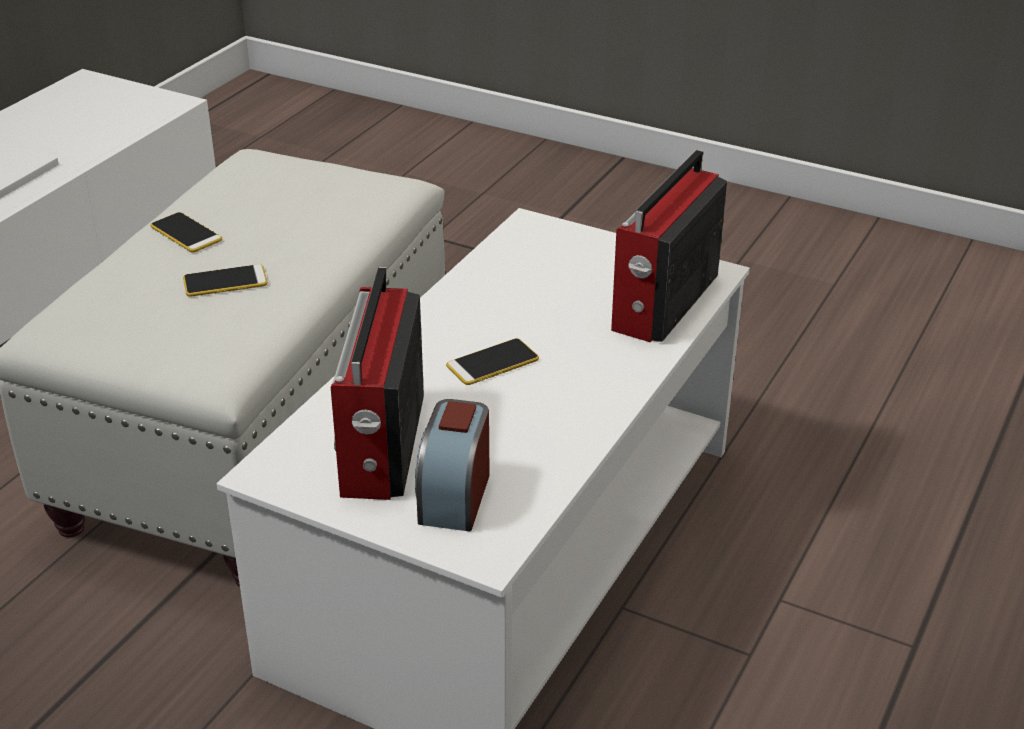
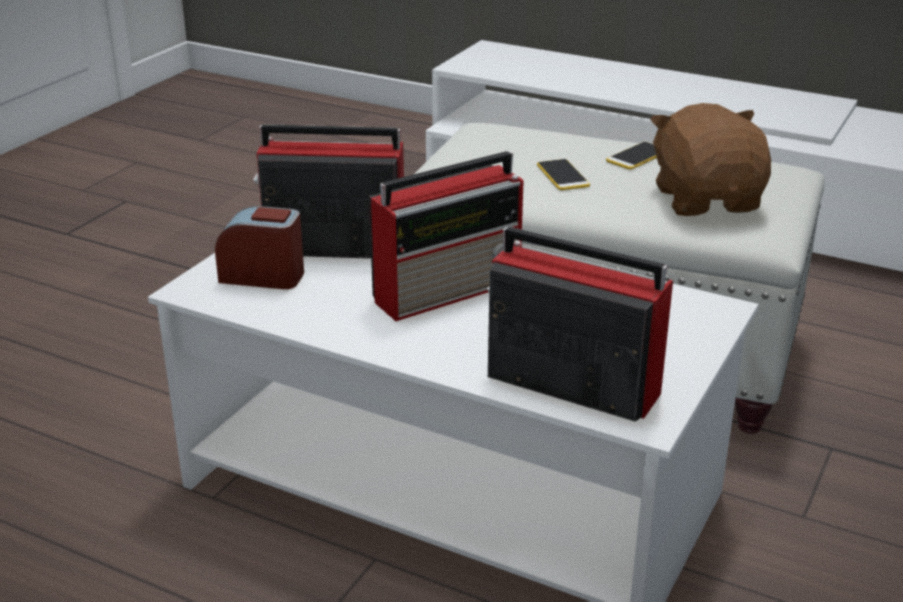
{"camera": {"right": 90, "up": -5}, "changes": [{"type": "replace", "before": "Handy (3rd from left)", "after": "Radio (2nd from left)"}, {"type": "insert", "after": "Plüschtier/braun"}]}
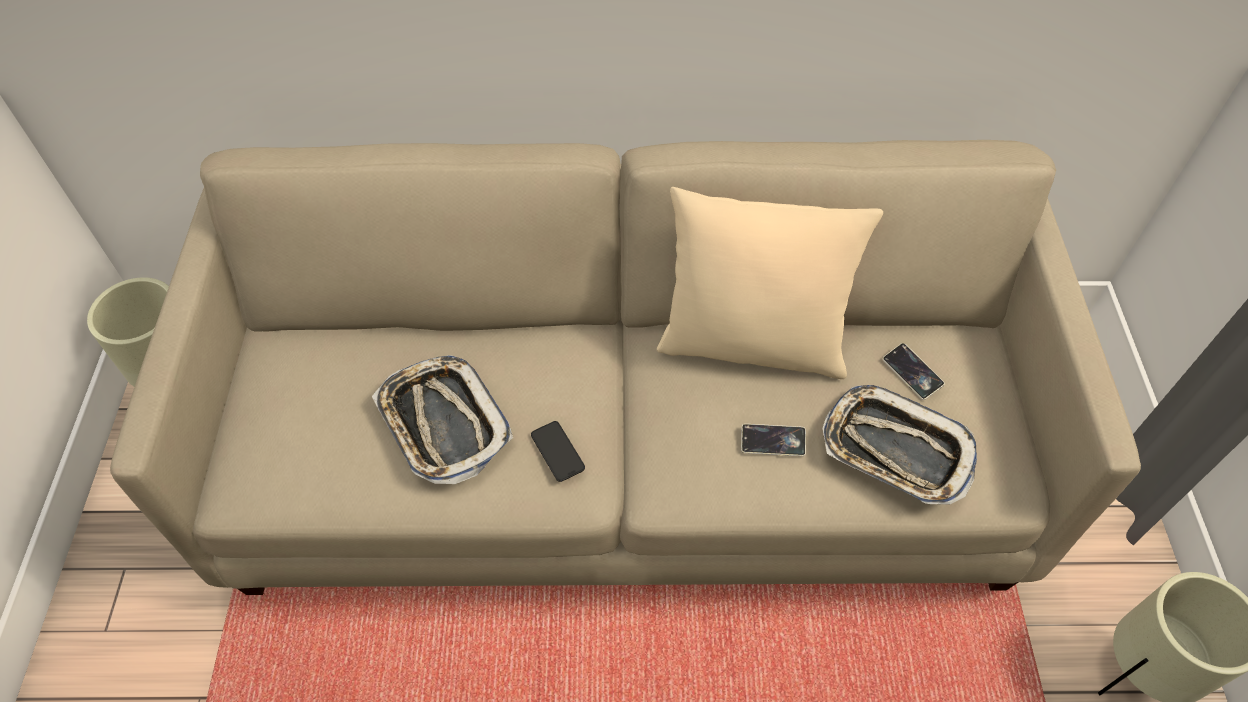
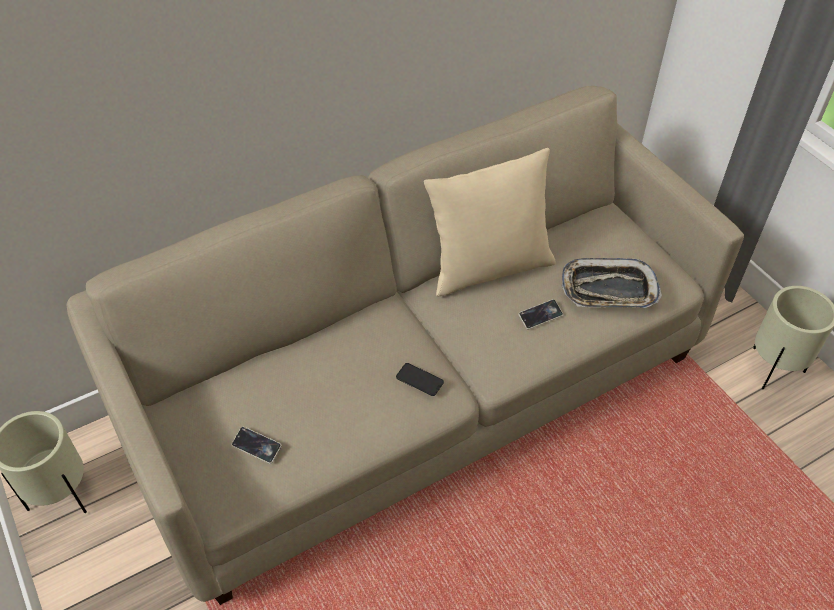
{"camera": {"right": -30, "up": -5}, "changes": [{"type": "move", "before": "Handy (3rd from left in the first image)", "after": "Handy (1st from left)"}, {"type": "delete", "before": "Tablett (1st from left)"}]}
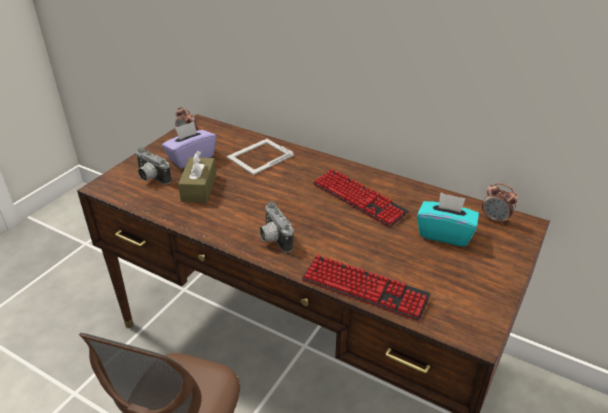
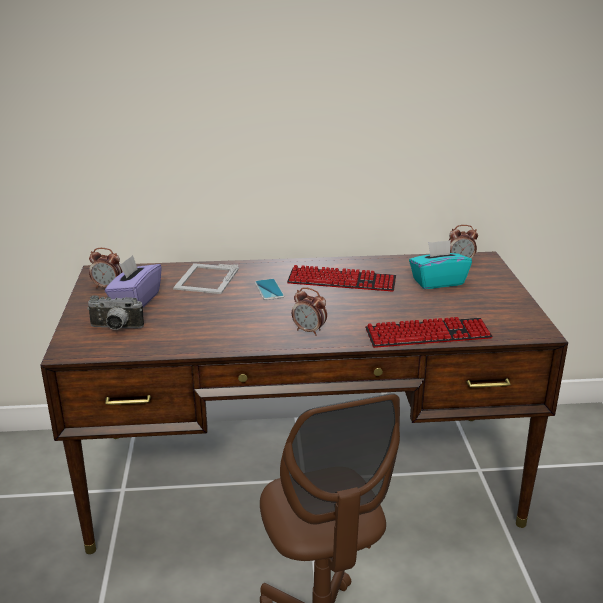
{"camera": {"right": -35, "up": -10}, "changes": [{"type": "delete", "before": "Taschentuchbox/braun"}, {"type": "replace", "before": "Kamera (2nd from left)", "after": "Wecker (2nd from left)"}, {"type": "insert", "after": "Handy"}]}
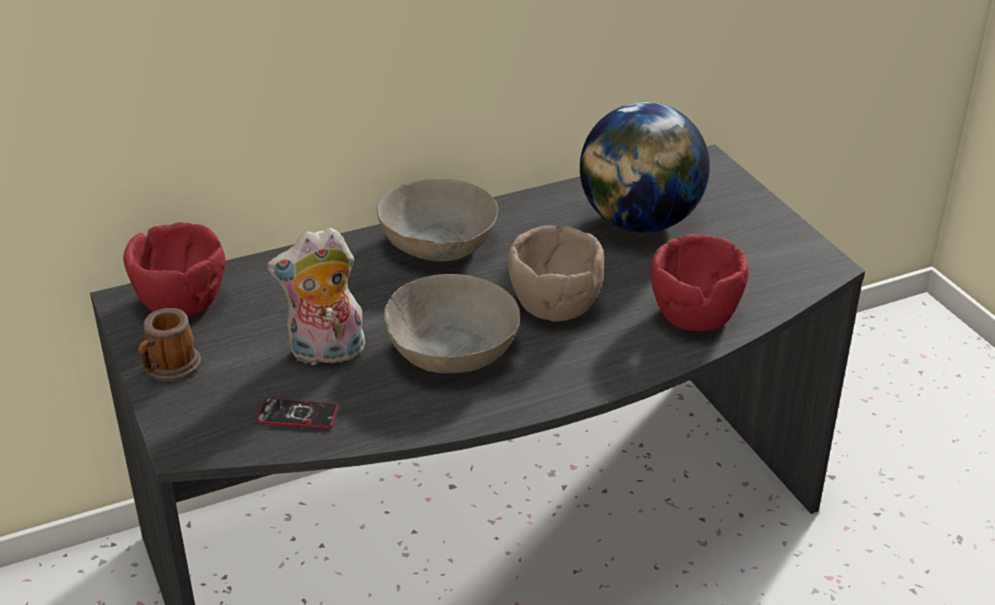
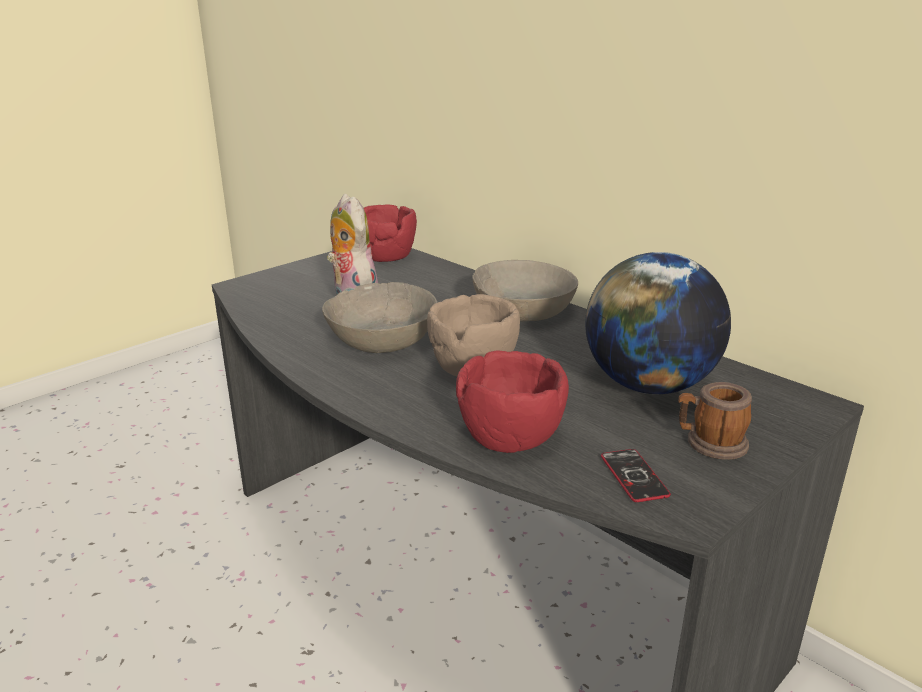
{"camera": {"right": 70, "up": -10}, "changes": [{"type": "move", "before": "Henkelbecher"}, {"type": "move", "before": "Handy"}]}
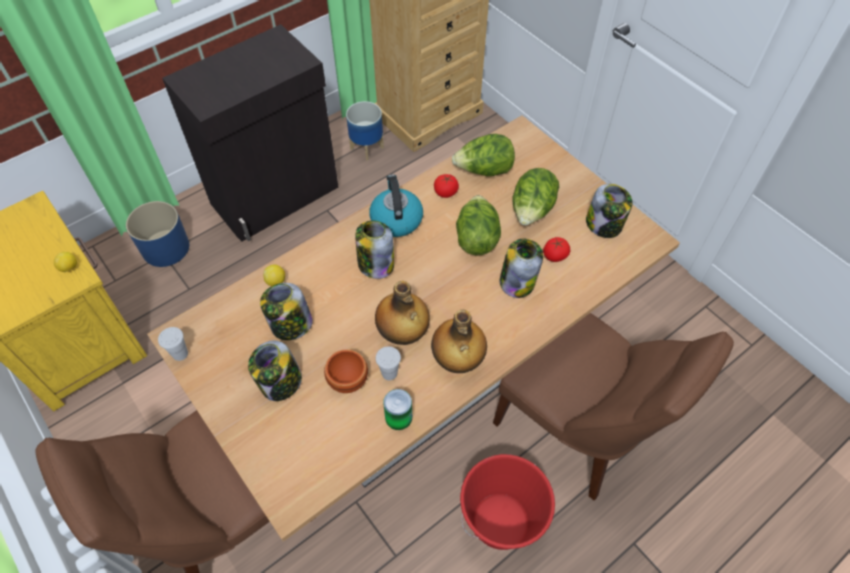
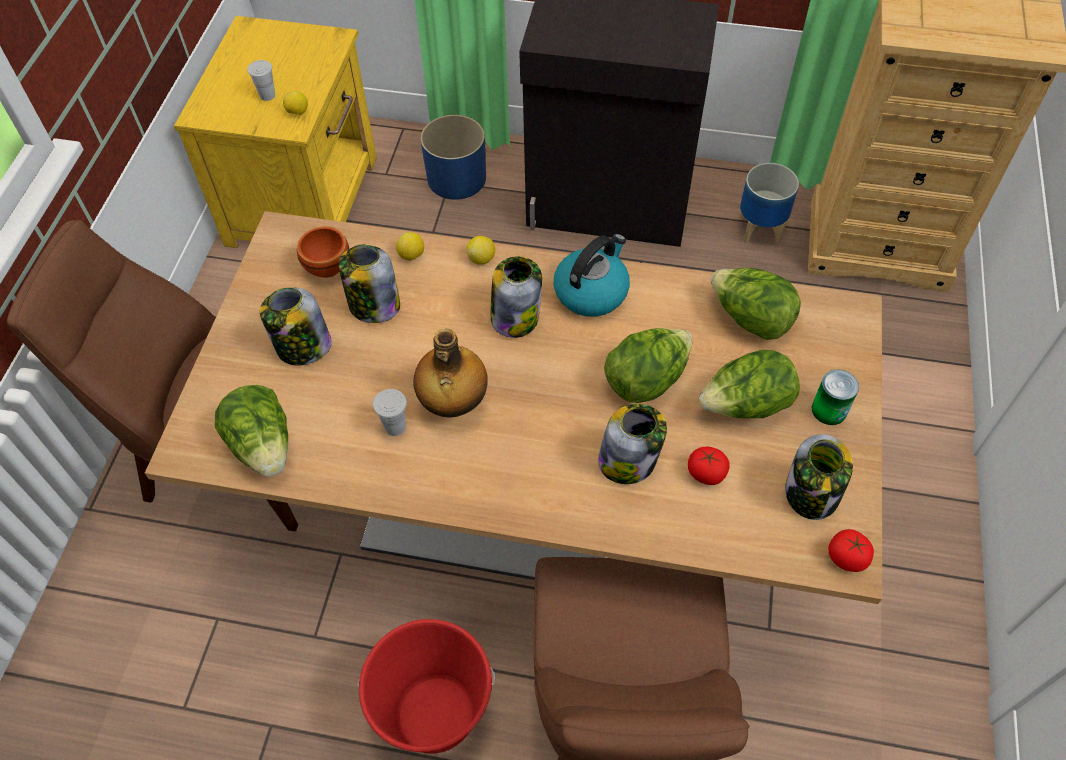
{"camera": {"right": 50, "up": 0}, "changes": [{"type": "move", "before": "Tomate (1st from left in the first image)", "after": "Tomate (2nd from left)"}, {"type": "delete", "before": "Flasche (2nd from left)"}, {"type": "move", "before": "Tasse/weiß (1st from left)"}, {"type": "move", "before": "Schüssel/braun"}, {"type": "move", "before": "Dose"}, {"type": "insert", "after": "Zitrone (3rd from left)"}, {"type": "insert", "after": "Salatkopf (1st from left)"}]}
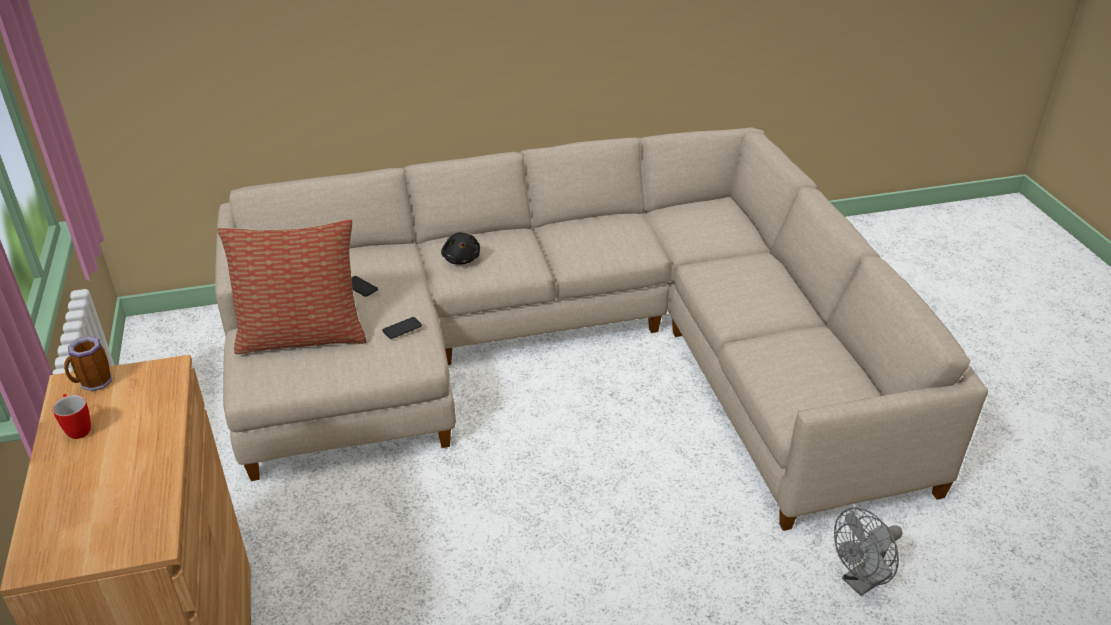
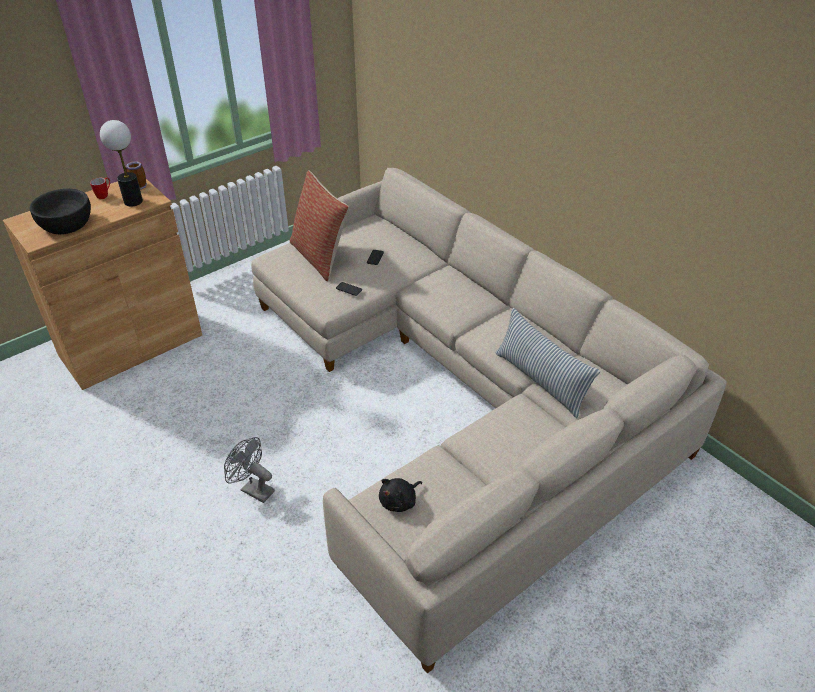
{"camera": {"right": 65, "up": 5}, "changes": [{"type": "move", "before": "Plüschtier/schwarz"}, {"type": "move", "before": "Ventilator/grau"}, {"type": "insert", "after": "Tischlampe"}, {"type": "insert", "after": "Schüssel/schwarz"}, {"type": "insert", "after": "Kissen (2nd from left)"}]}
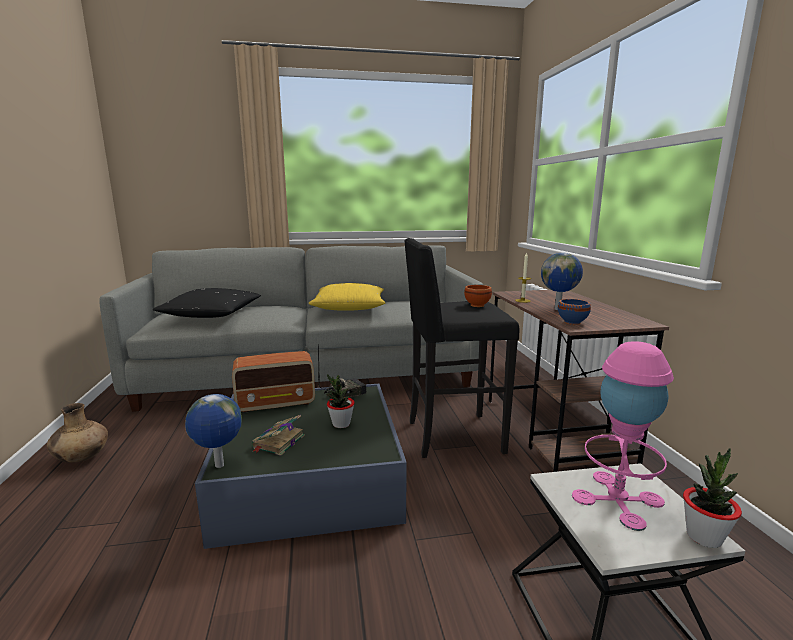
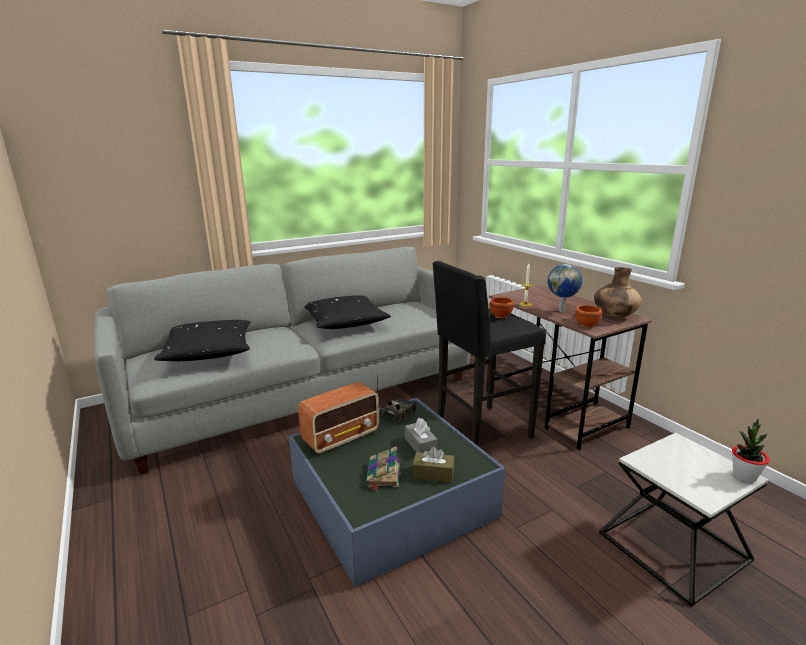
{"camera": {"right": -20, "up": 5}, "changes": [{"type": "recolor", "before": "Kissen/gelb", "after": "Kissen/schwarz (2nd from left)"}, {"type": "recolor", "before": "Schüssel/blau", "after": "Schüssel/braun (2nd from left)"}, {"type": "delete", "before": "Tischlampe/rosa"}, {"type": "replace", "before": "Topfpflanze (1st from left)", "after": "Taschentuchbox/grau"}, {"type": "delete", "before": "Globus (1st from left)"}, {"type": "move", "before": "Vase/braun"}, {"type": "insert", "after": "Taschentuchbox/braun"}]}
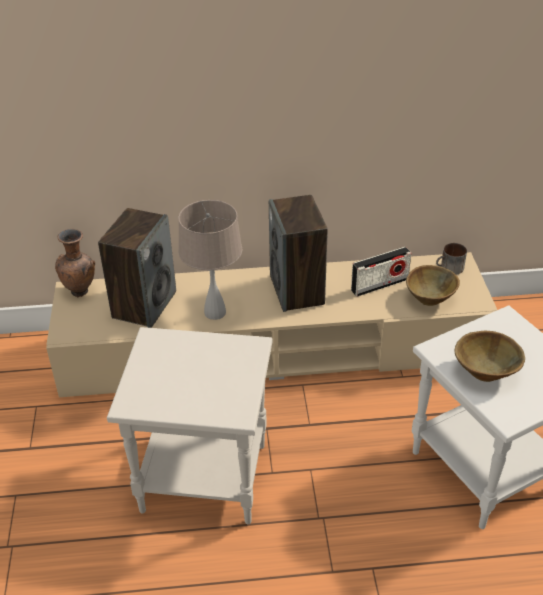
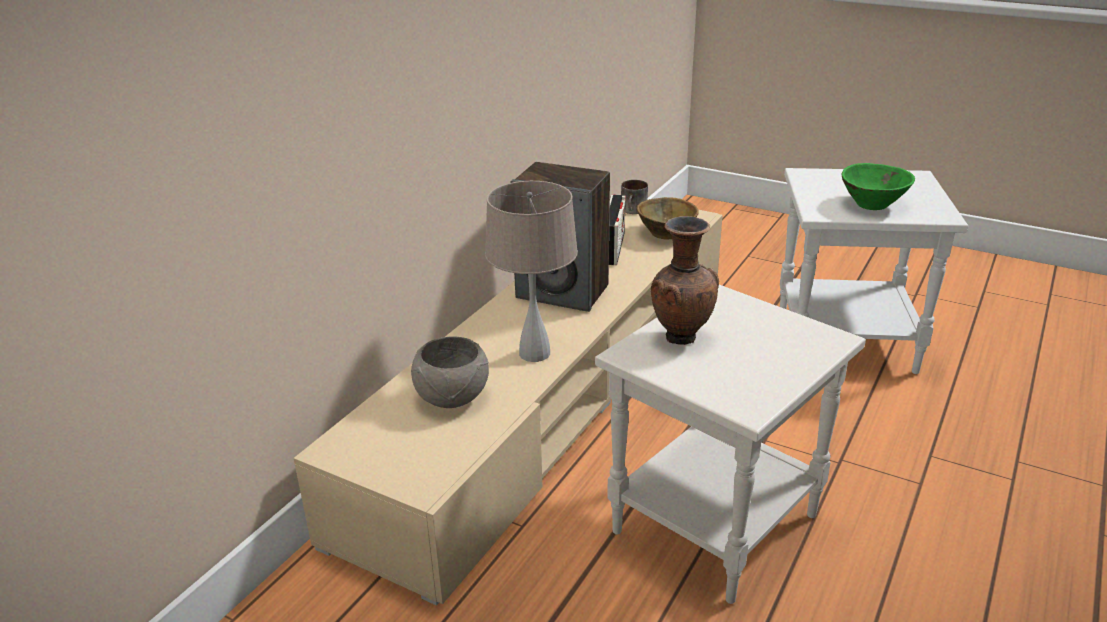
{"camera": {"right": -55, "up": -10}, "changes": [{"type": "replace", "before": "Lautsprecher (1st from left)", "after": "Schüssel/grau"}, {"type": "move", "before": "Vase/braun"}, {"type": "recolor", "before": "Schüssel/braun (2nd from left)", "after": "Schüssel/grün"}]}
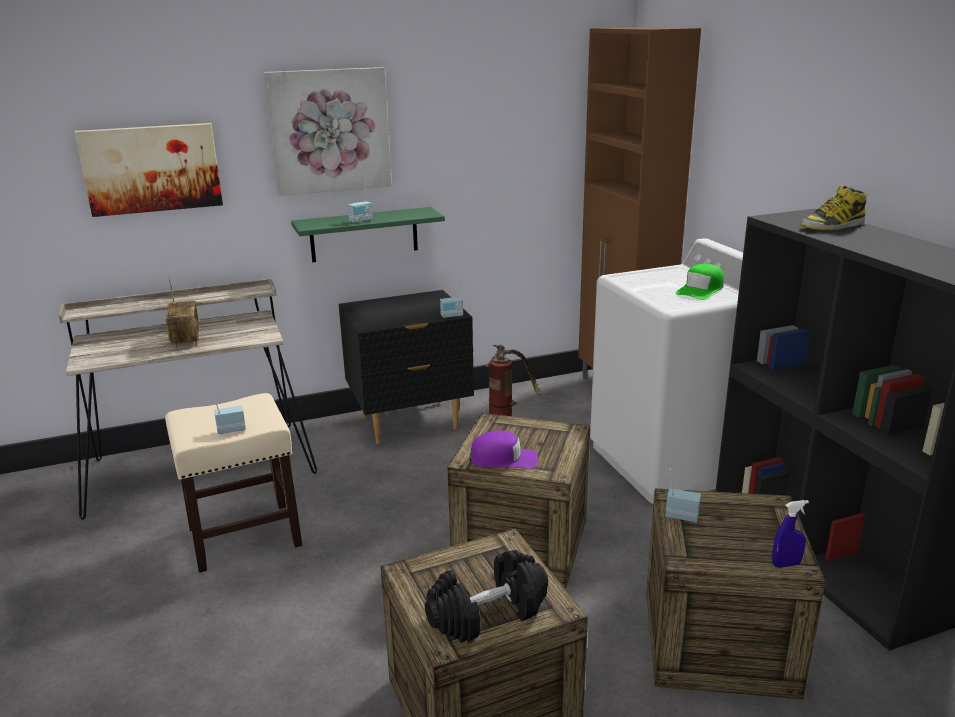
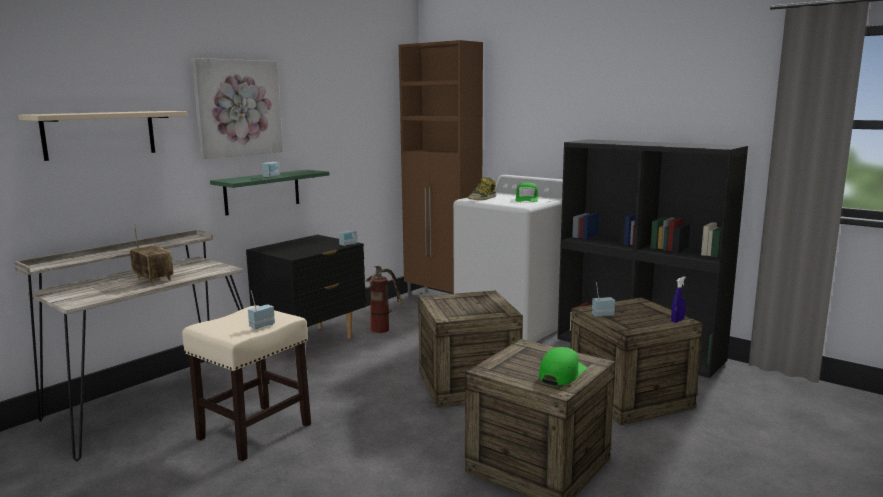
{"camera": {"right": -30, "up": -10}, "changes": [{"type": "replace", "before": "Bild (1st from left)", "after": "Wandregal/beige"}, {"type": "move", "before": "Stiefel"}, {"type": "delete", "before": "Kappe/lila"}, {"type": "replace", "before": "Hantel/schwarz", "after": "Kappe/grün (2nd from left)"}]}
